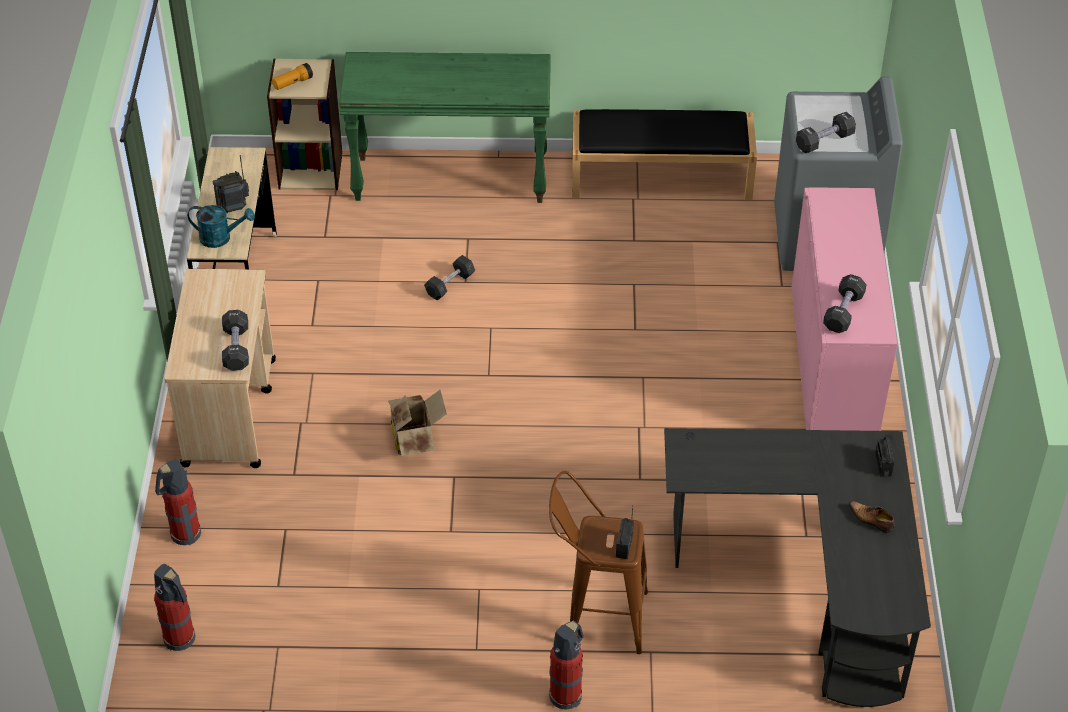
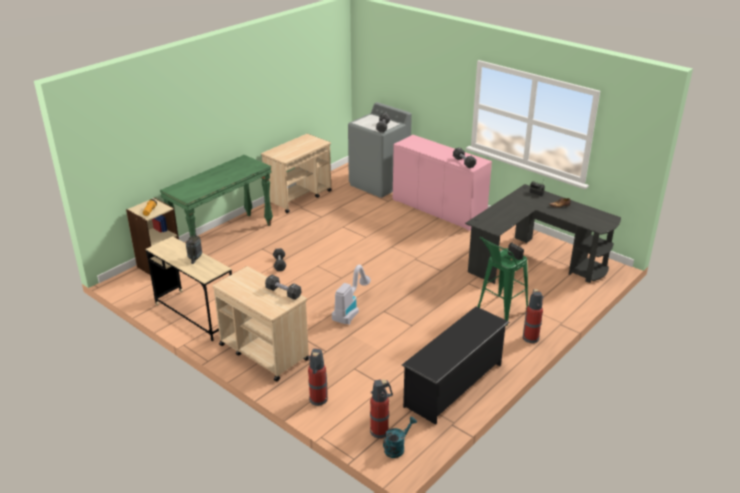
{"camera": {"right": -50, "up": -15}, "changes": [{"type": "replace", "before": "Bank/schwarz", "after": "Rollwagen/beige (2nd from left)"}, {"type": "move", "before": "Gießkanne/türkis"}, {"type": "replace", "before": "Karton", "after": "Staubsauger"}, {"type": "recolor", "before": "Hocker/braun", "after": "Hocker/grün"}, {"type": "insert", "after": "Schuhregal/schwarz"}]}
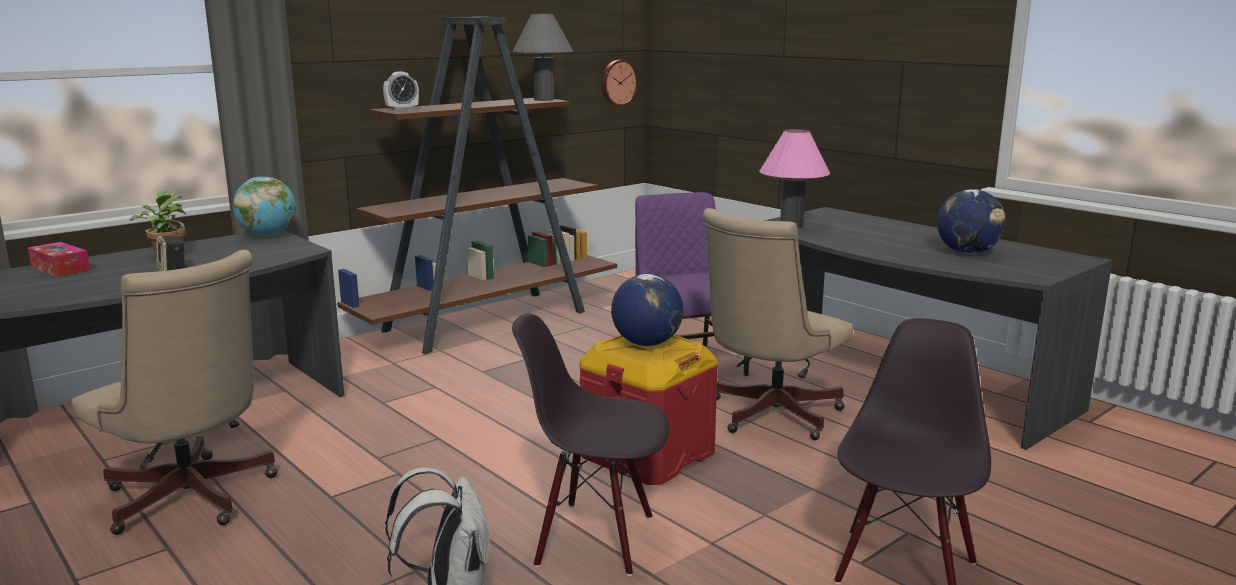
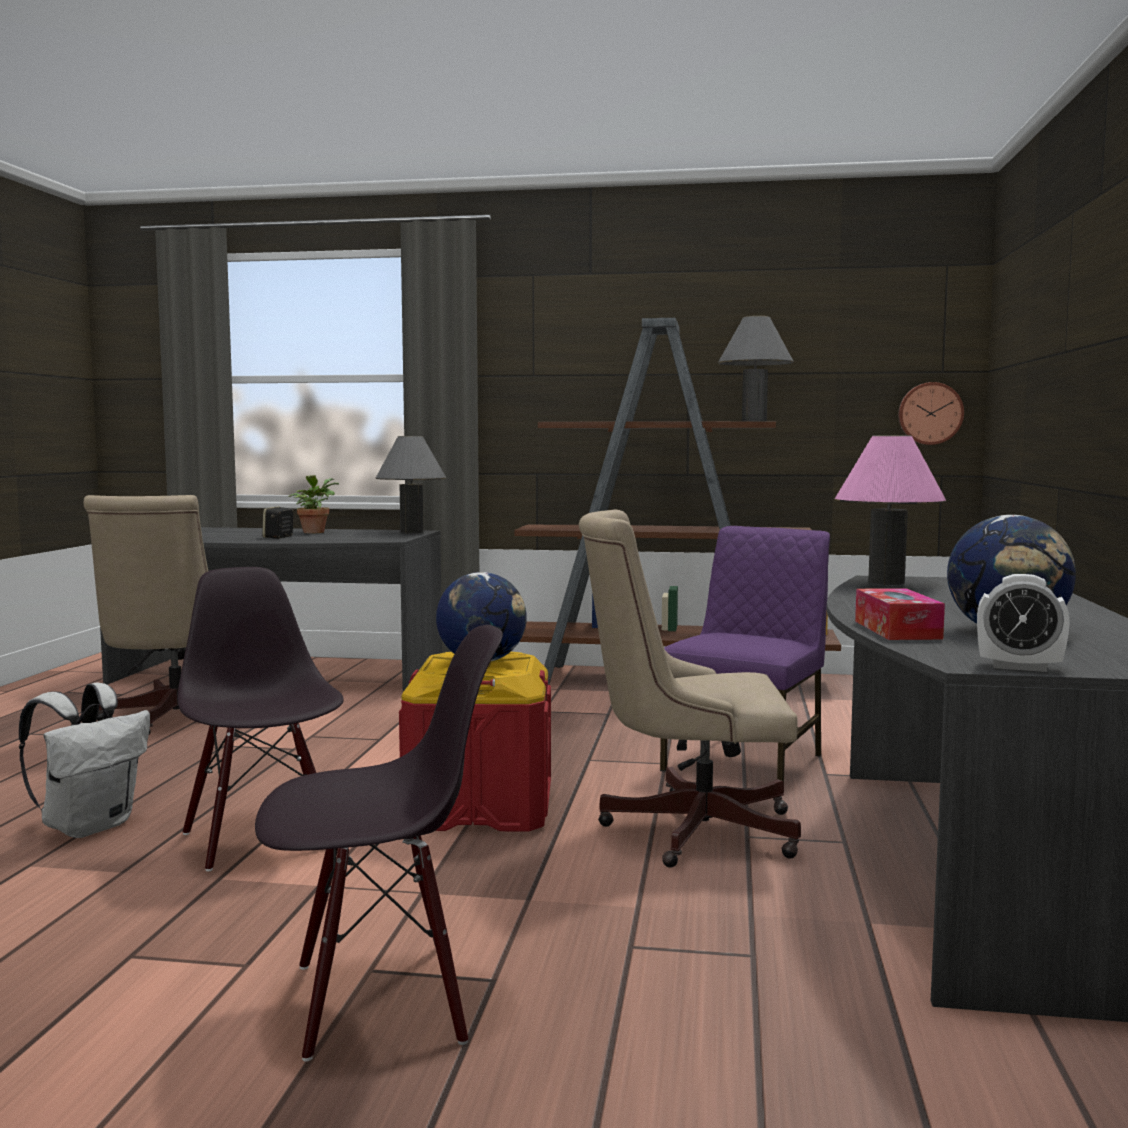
{"camera": {"right": 50, "up": -10}, "changes": [{"type": "move", "before": "Wecker"}, {"type": "replace", "before": "Globus (1st from left)", "after": "Tischlampe/grau (1st from left)"}, {"type": "move", "before": "Taschentuchbox"}]}
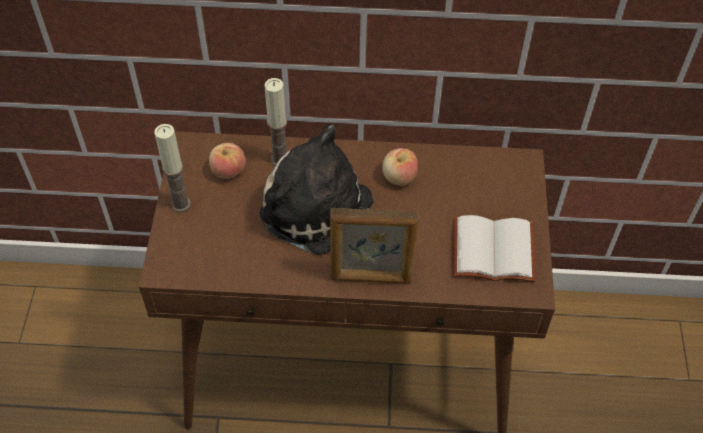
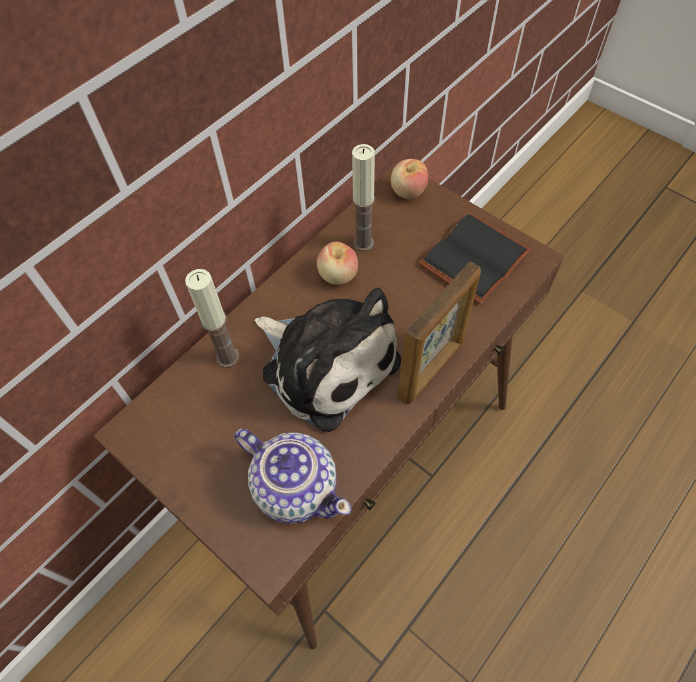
{"camera": {"right": -50, "up": 5}, "changes": [{"type": "move", "before": "Kerze (1st from left in the first image)", "after": "Kerze (2nd from left)"}, {"type": "rotate", "before": "Plüschtier", "turn": -120}, {"type": "move", "before": "Apfel (1st from left in the first image)", "after": "Apfel (2nd from left)"}, {"type": "recolor", "before": "Buch/weiß", "after": "Buch/schwarz"}, {"type": "insert", "after": "Teekanne"}]}
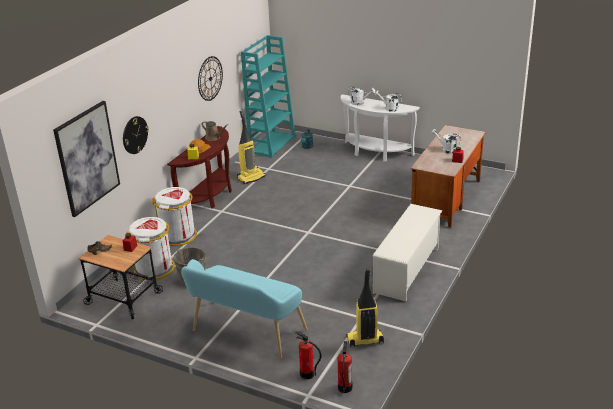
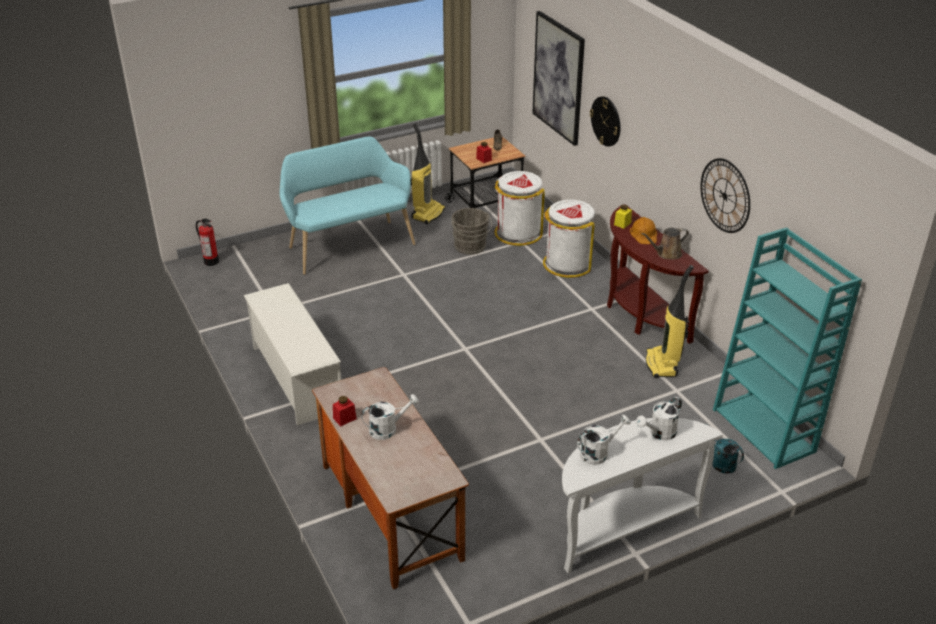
{"camera": {"right": 125, "up": 5}, "changes": [{"type": "move", "before": "Staubsauger (2nd from left in the first image)", "after": "Staubsauger (1st from left)"}, {"type": "delete", "before": "Feuerlöscher (1st from left)"}]}
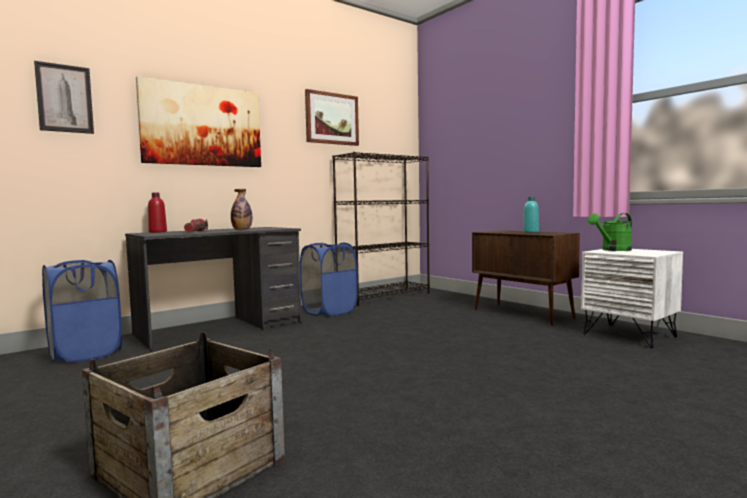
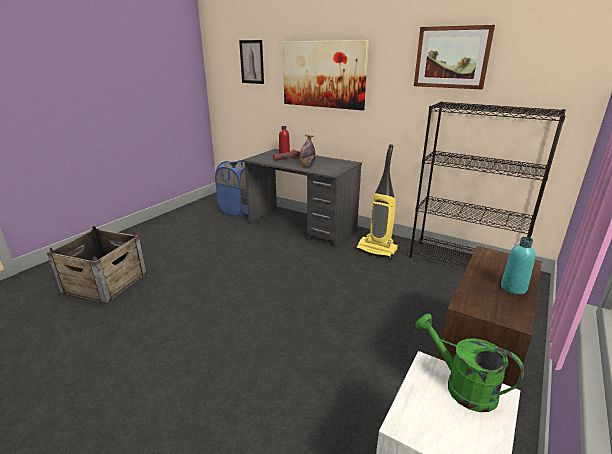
{"camera": {"right": 70, "up": 20}, "changes": [{"type": "replace", "before": "Wäschekorb/blau (2nd from left)", "after": "Staubsauger"}]}
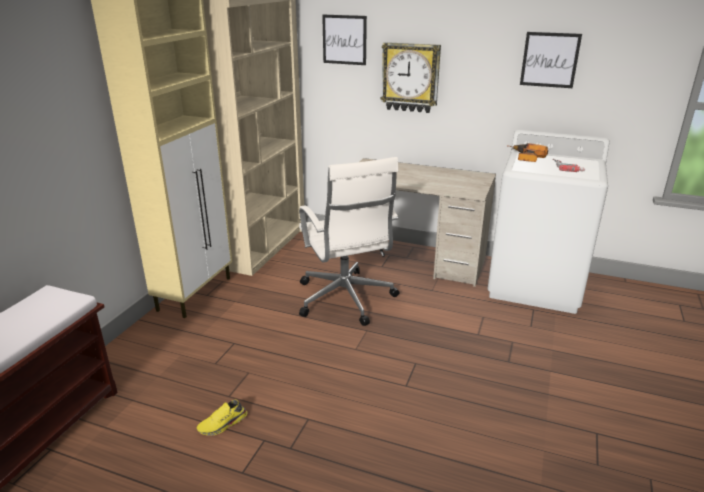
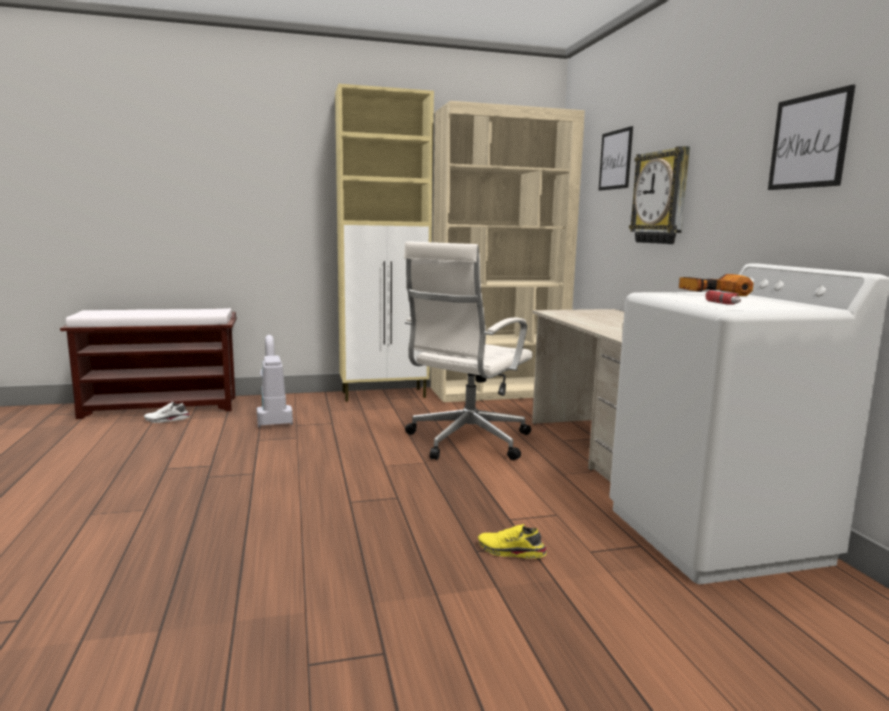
{"camera": {"right": 55, "up": -15}, "changes": [{"type": "move", "before": "Schuh/gelb"}, {"type": "insert", "after": "Staubsauger"}, {"type": "insert", "after": "Schuh/weiß"}]}
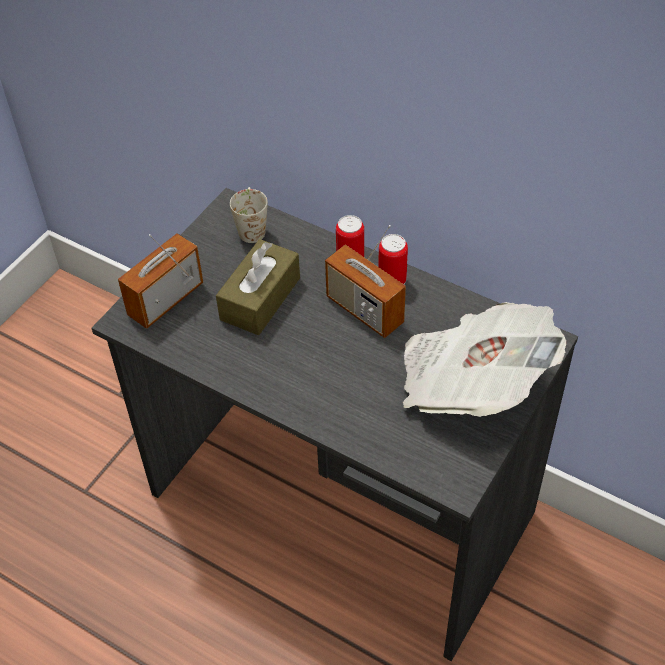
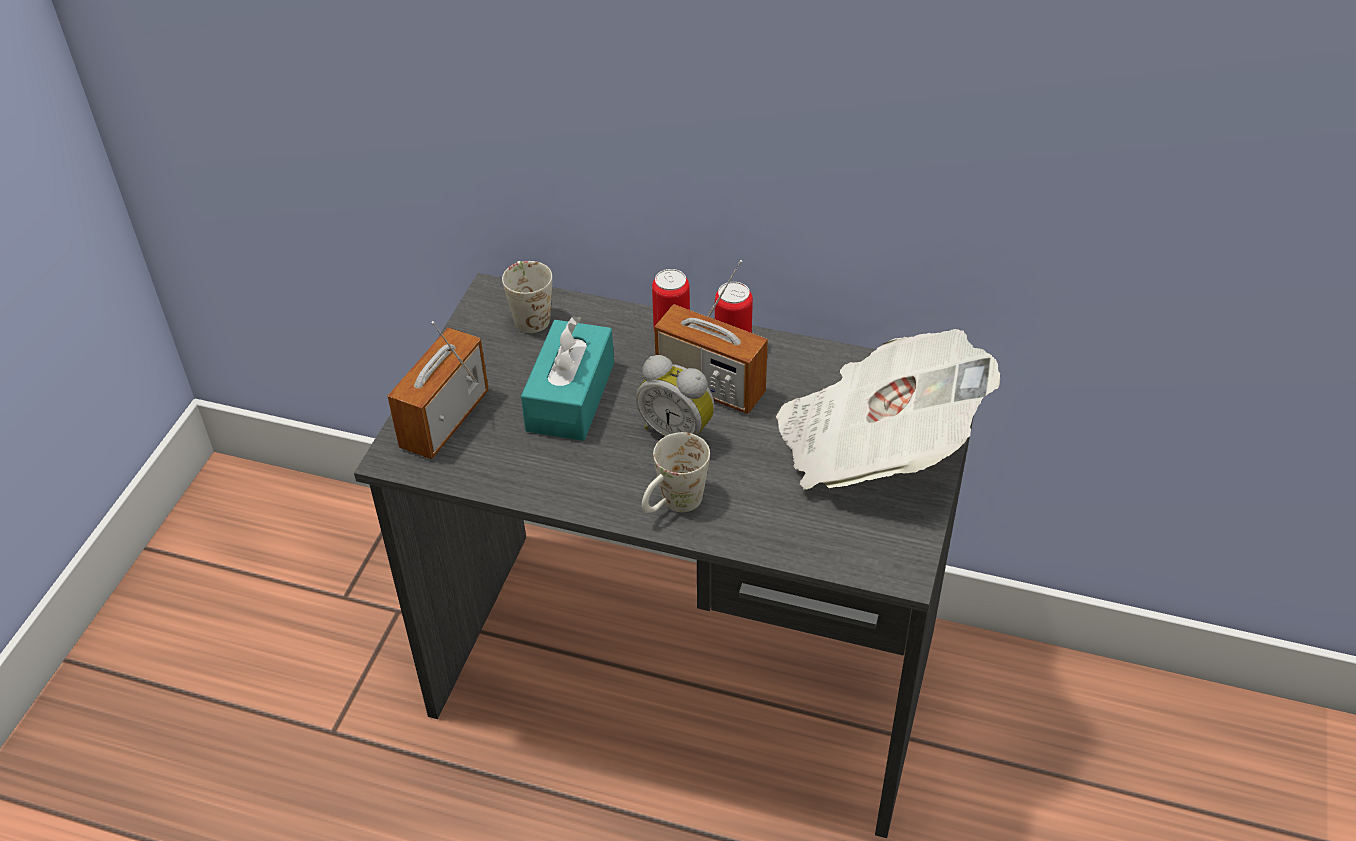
{"camera": {"right": -15, "up": -5}, "changes": [{"type": "recolor", "before": "Taschentuchbox/braun", "after": "Taschentuchbox/türkis"}, {"type": "insert", "after": "Wecker"}, {"type": "insert", "after": "Henkelbecher/weiß (2nd from left)"}]}
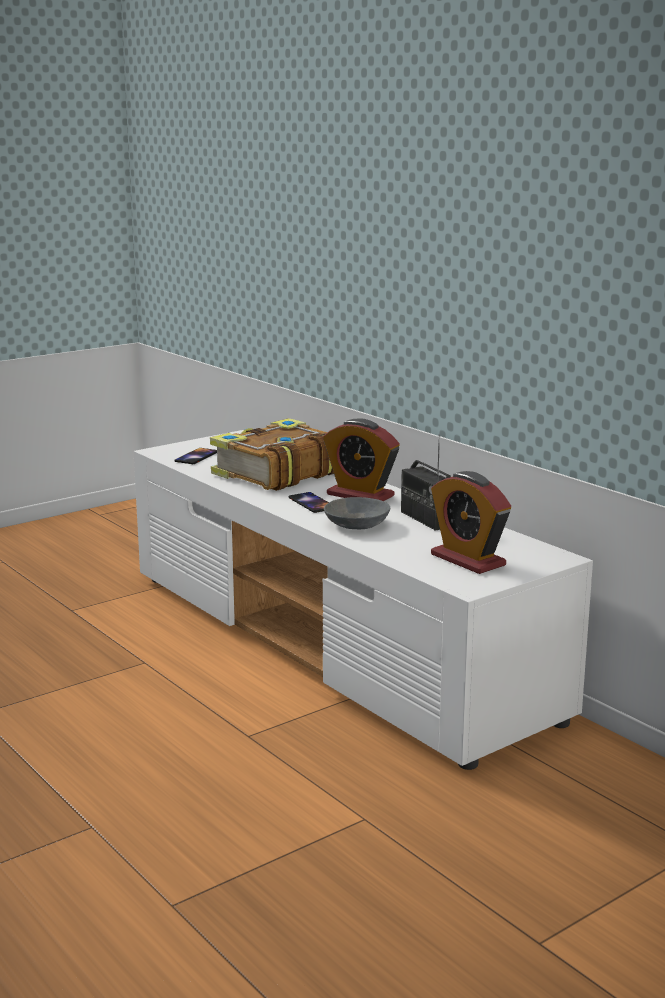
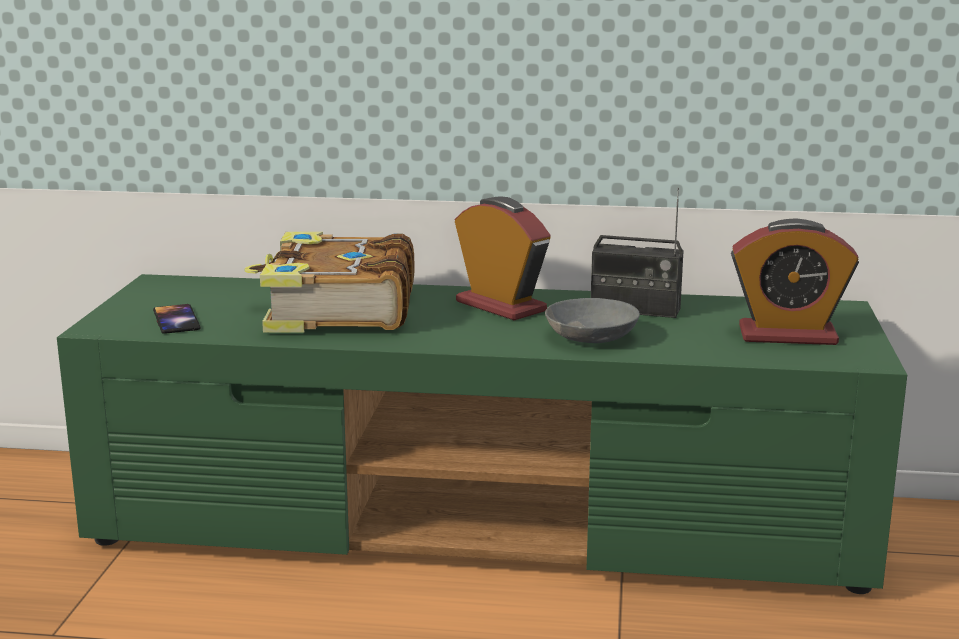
{"camera": {"right": -45, "up": 0}, "changes": [{"type": "rotate", "before": "Wecker (1st from left)", "turn": -120}, {"type": "recolor", "before": "Fernsehschrank/weiß", "after": "Fernsehschrank/grün"}, {"type": "delete", "before": "Handy (2nd from left)"}]}
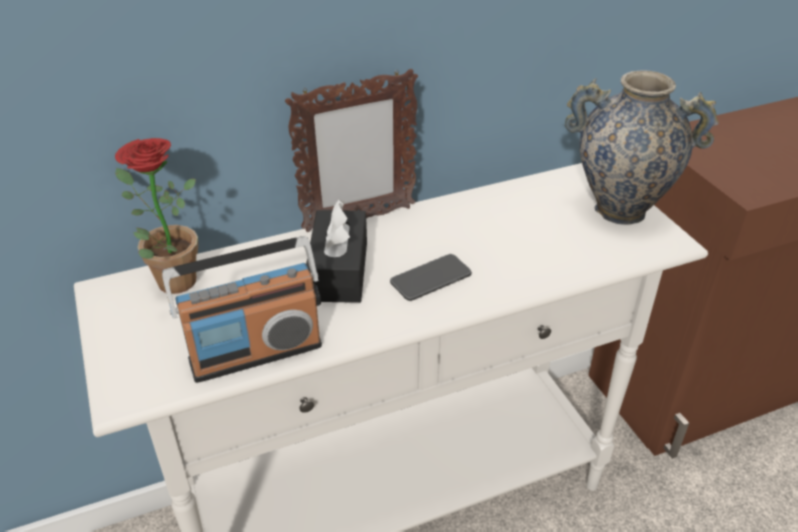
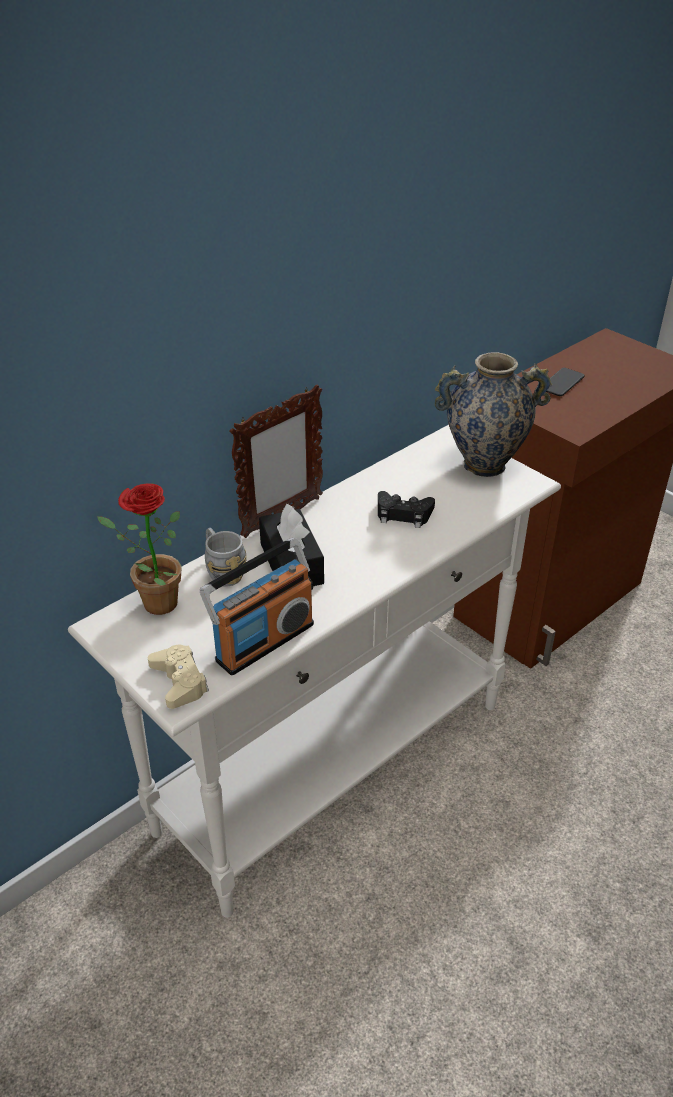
{"camera": {"right": -20, "up": 0}, "changes": [{"type": "move", "before": "Handy"}, {"type": "insert", "after": "Gamepad/schwarz"}, {"type": "insert", "after": "Henkelbecher/grau"}, {"type": "insert", "after": "Gamepad/beige"}]}
